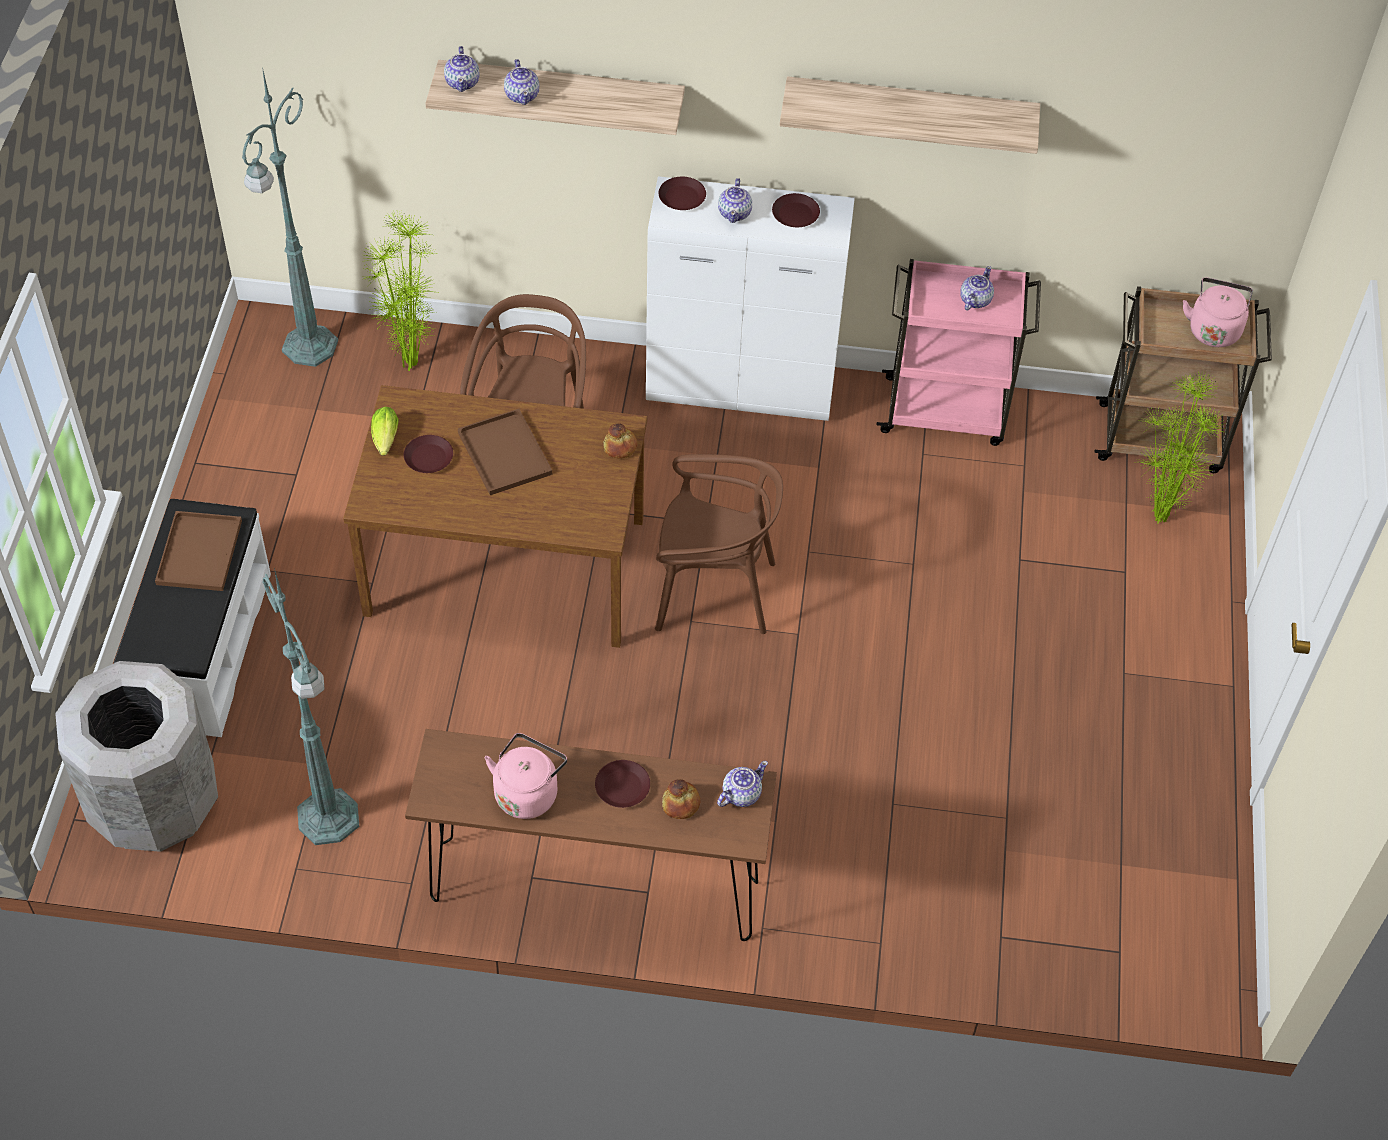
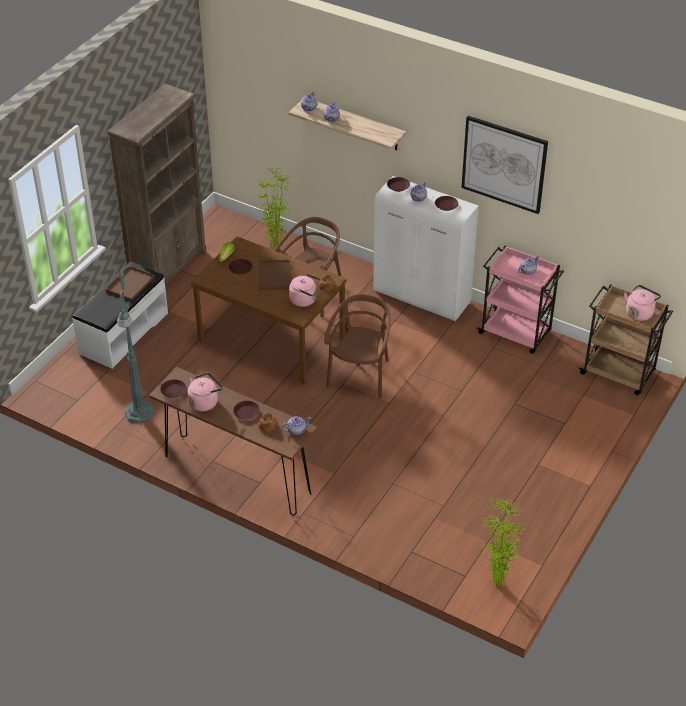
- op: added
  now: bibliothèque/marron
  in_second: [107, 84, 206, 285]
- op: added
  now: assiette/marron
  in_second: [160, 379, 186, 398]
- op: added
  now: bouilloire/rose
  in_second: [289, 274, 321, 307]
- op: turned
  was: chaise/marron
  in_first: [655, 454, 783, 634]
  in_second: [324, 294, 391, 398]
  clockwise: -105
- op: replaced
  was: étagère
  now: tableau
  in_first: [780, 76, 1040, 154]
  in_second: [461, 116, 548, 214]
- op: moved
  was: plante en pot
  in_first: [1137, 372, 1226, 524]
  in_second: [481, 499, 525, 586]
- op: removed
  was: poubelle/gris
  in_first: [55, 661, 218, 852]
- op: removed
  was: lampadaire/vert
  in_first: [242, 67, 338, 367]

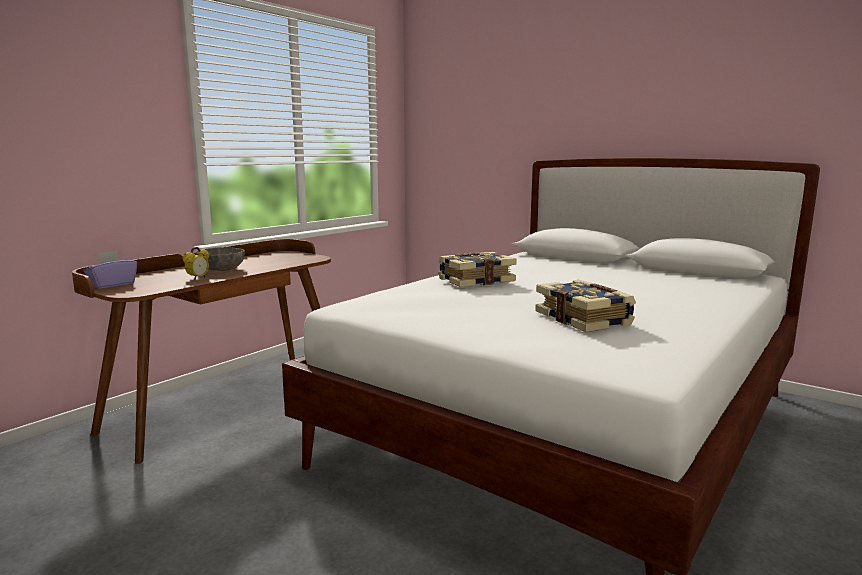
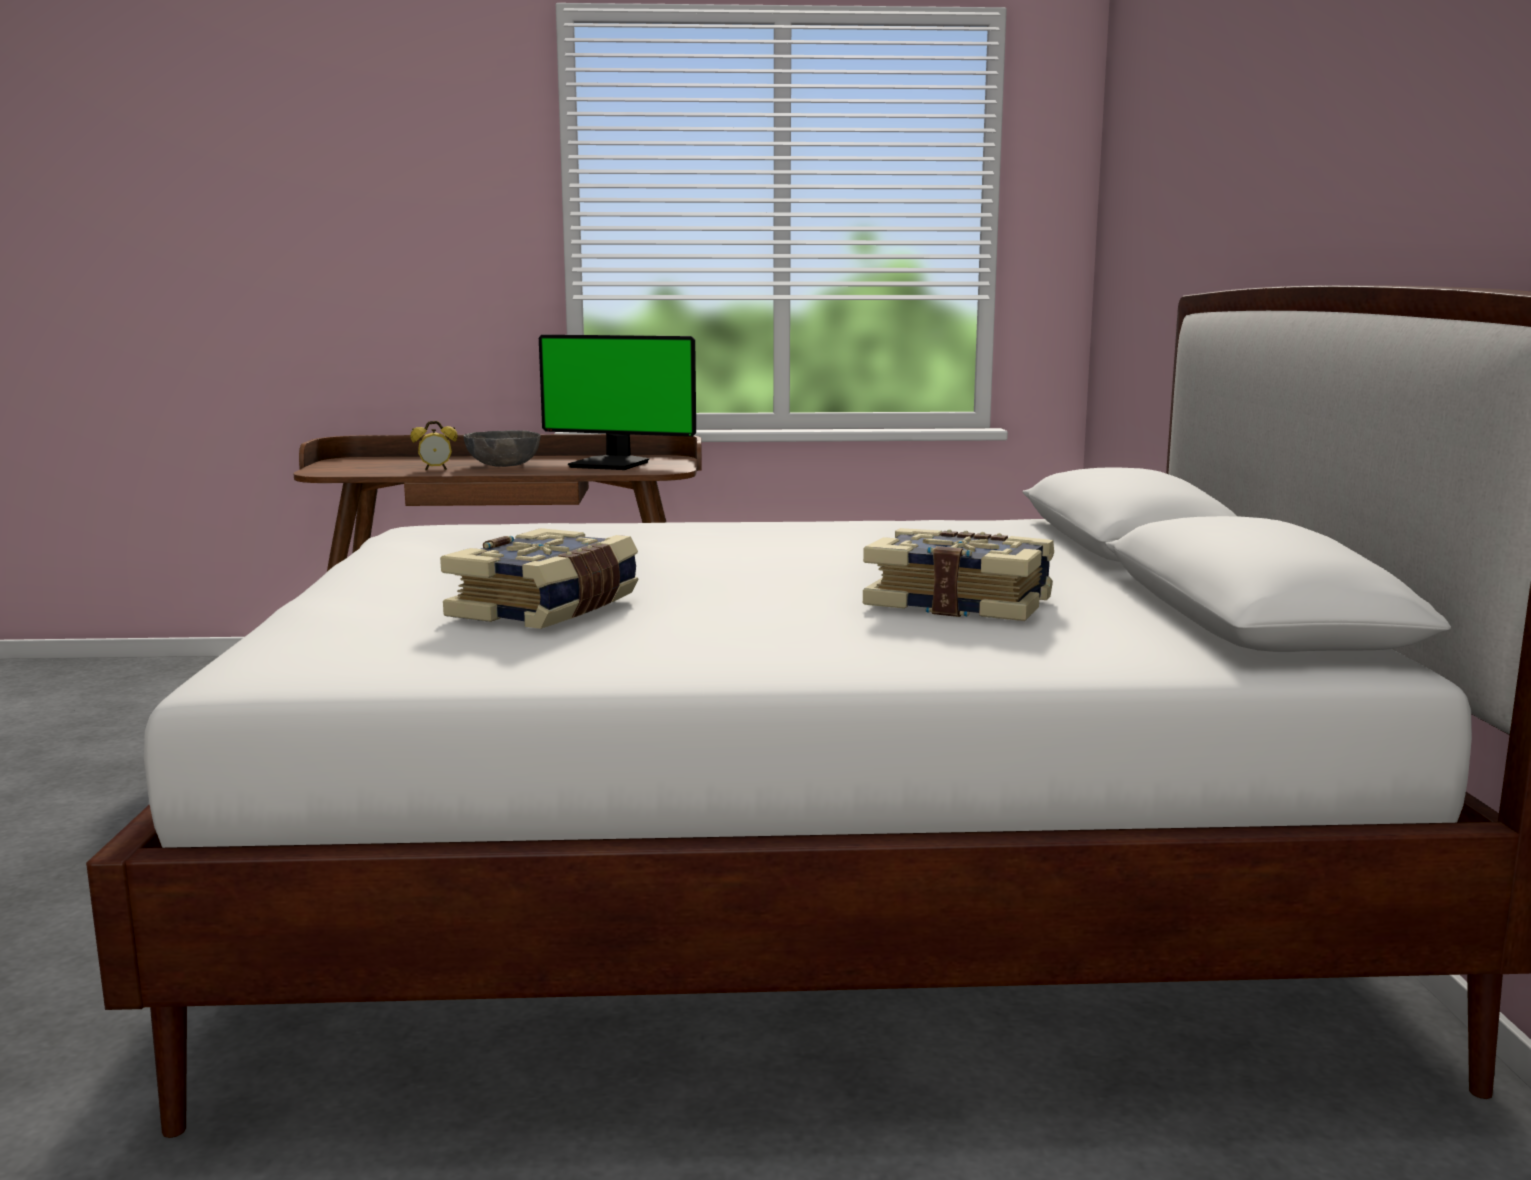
- op: added
  now: écran d'ordinateur
  in_second: [539, 335, 696, 470]
- op: moved
  was: livre
  in_first: [438, 252, 517, 287]
  in_second: [863, 528, 1054, 621]
- op: removed
  was: boîte à mouchoirs/violet
  in_first: [84, 251, 137, 289]

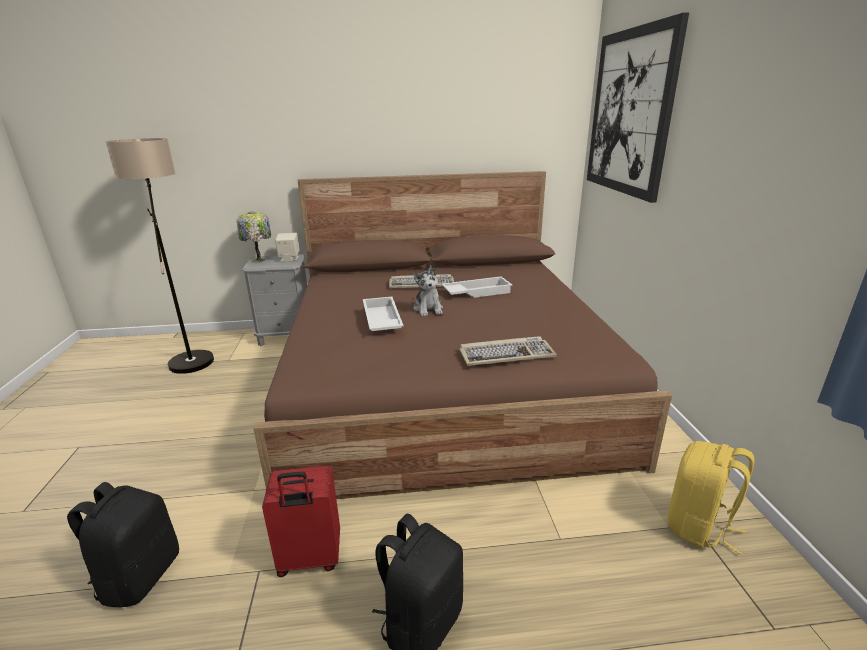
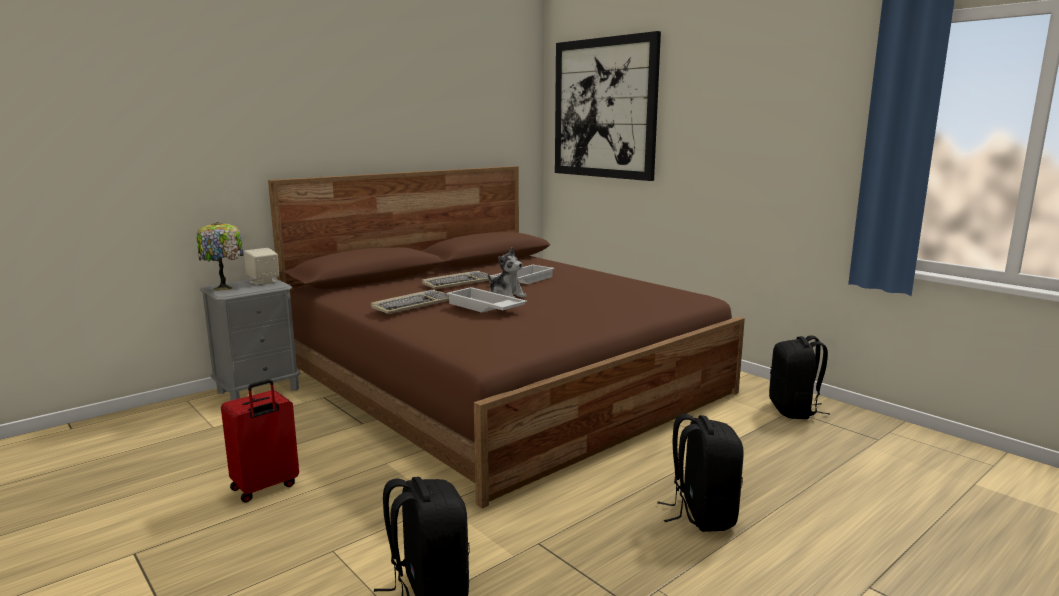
- op: moved
  was: valise/rouge
  in_first: [262, 466, 340, 577]
  in_second: [221, 379, 299, 503]
- op: moved
  was: clavier
  in_first: [460, 336, 557, 366]
  in_second: [371, 290, 449, 314]
- op: recoloured
  was: sac à dos/jaune
  now: sac à dos/noir
  in_first: [668, 441, 755, 555]
  in_second: [769, 335, 830, 419]
- op: removed
  was: lampadaire
  in_first: [105, 138, 214, 374]

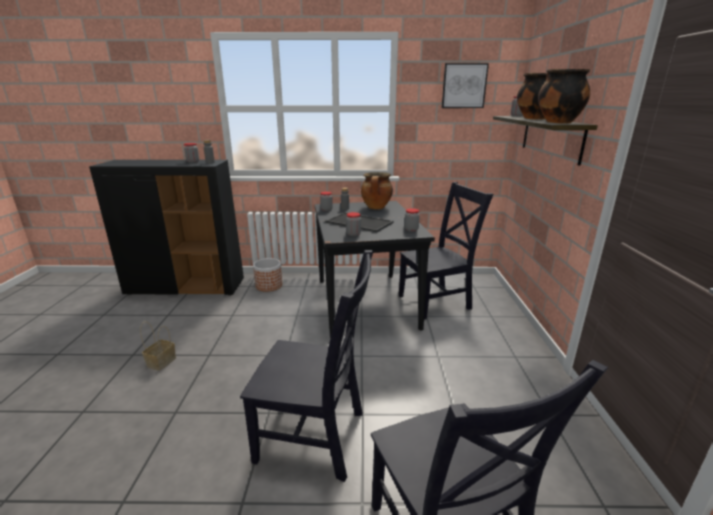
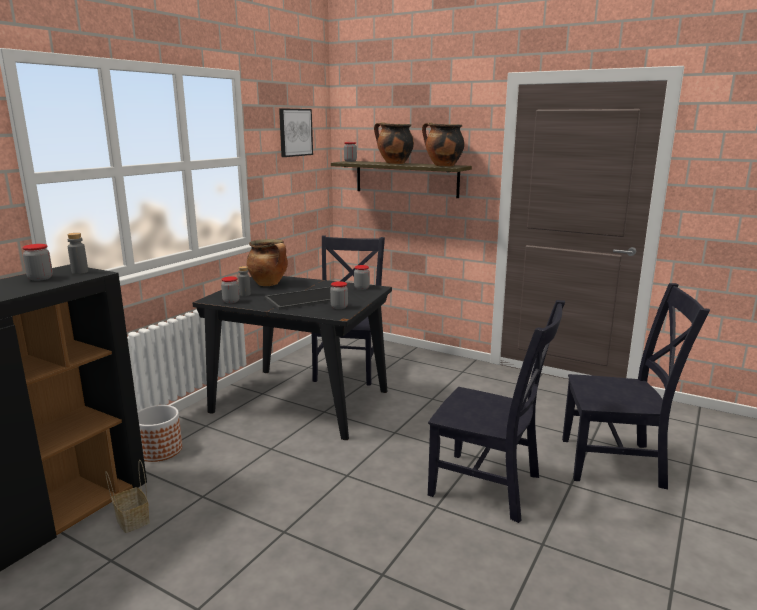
- op: moved
  was: panier
  in_first: [140, 321, 176, 371]
  in_second: [106, 460, 150, 533]
- op: turned
  was: chaise/noir
  in_first: [240, 250, 373, 482]
  in_second: [428, 300, 565, 523]
  clockwise: 75

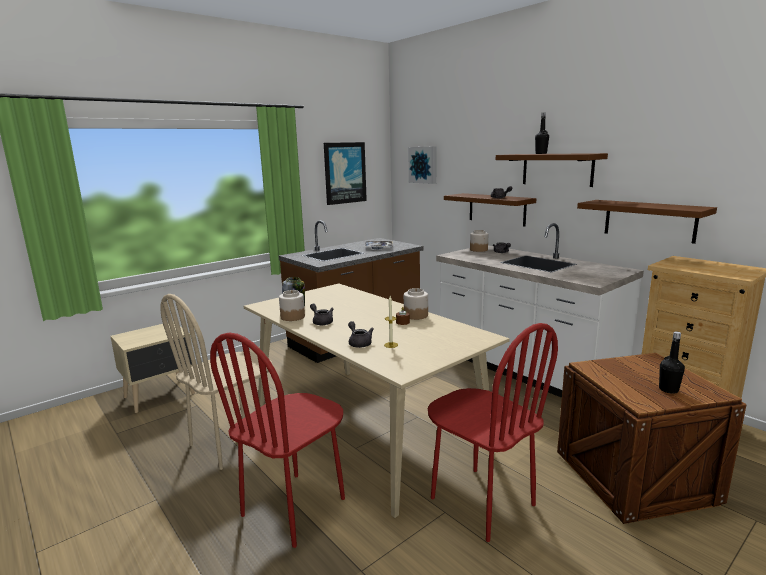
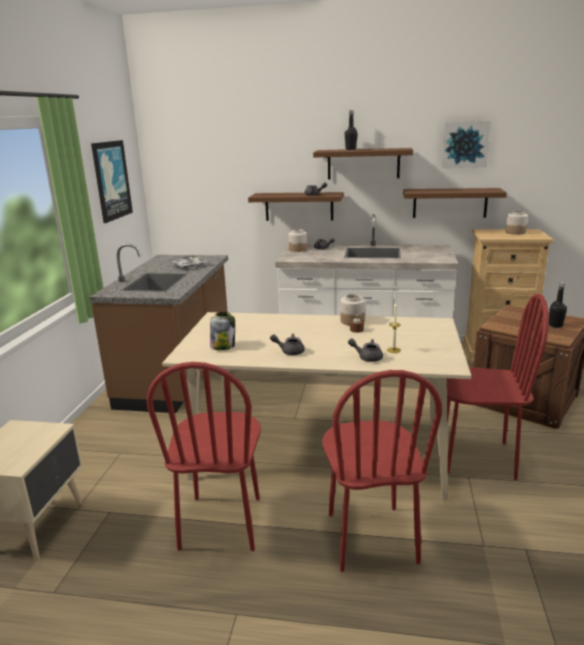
- op: recoloured
  was: chaise/beige
  now: chaise/rouge
  in_first: [160, 294, 272, 470]
  in_second: [147, 362, 261, 551]
- op: moved
  was: tableau
  in_first: [408, 146, 437, 184]
  in_second: [441, 121, 491, 168]
- op: moved
  was: bocal
  in_first: [279, 290, 305, 321]
  in_second: [506, 211, 528, 235]

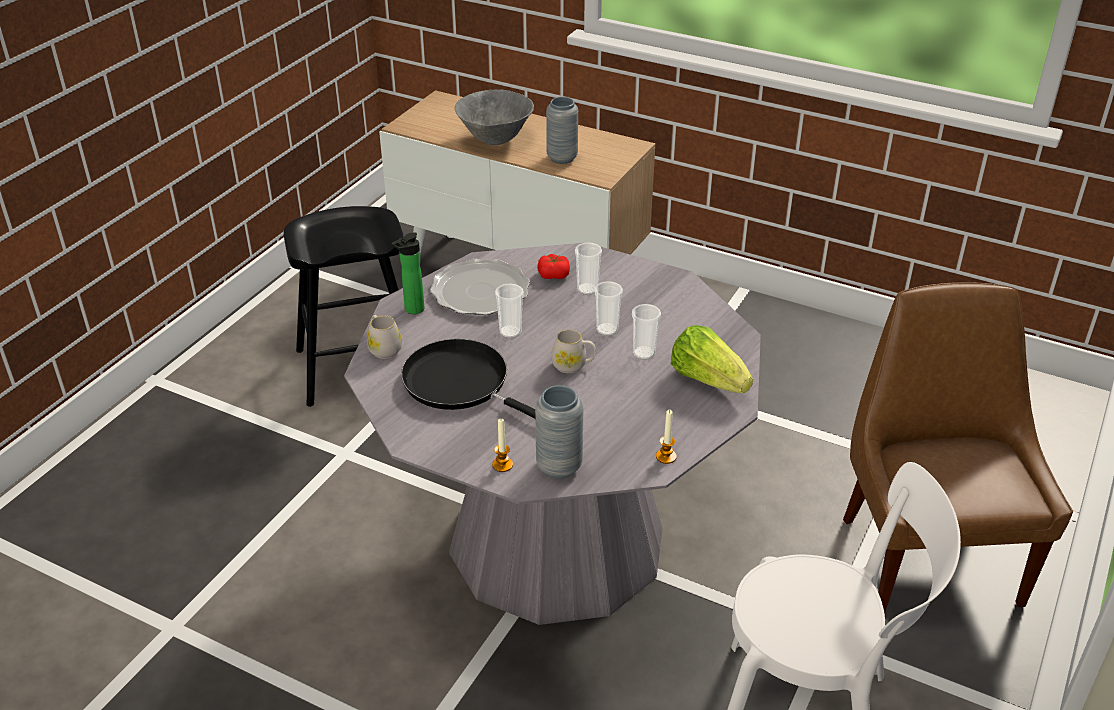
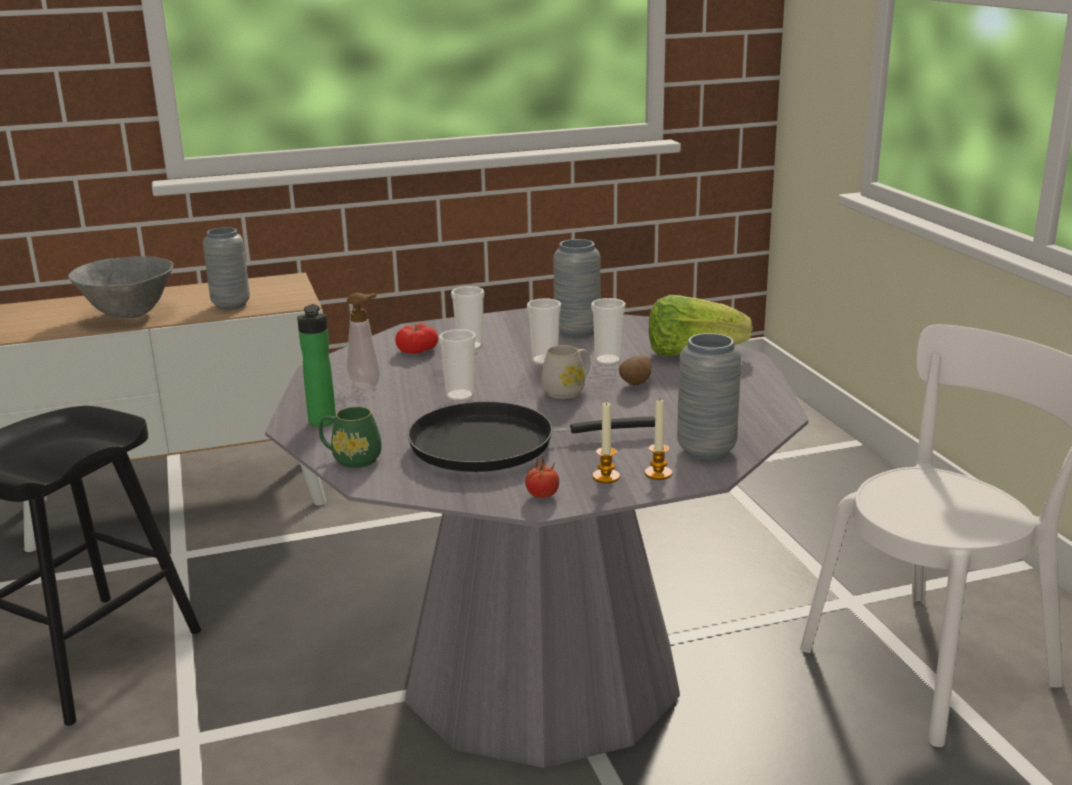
- op: recoloured
  was: mug/blanc
  now: mug/vert
  in_first: [367, 315, 402, 359]
  in_second: [319, 407, 381, 468]
- op: replaced
  was: assiette
  now: distributeur de savon
  in_first: [430, 259, 530, 315]
  in_second: [346, 293, 380, 389]
- op: added
  now: tomate
  in_second: [525, 457, 559, 498]
- op: added
  now: vase/gris
  in_second: [553, 239, 601, 337]
- op: moved
  was: bougie
  in_first: [656, 410, 677, 464]
  in_second: [592, 401, 620, 483]
- op: added
  now: pomme de terre
  in_second: [619, 355, 652, 386]
- op: removed
  was: chaise/marron
  in_first: [843, 282, 1073, 613]

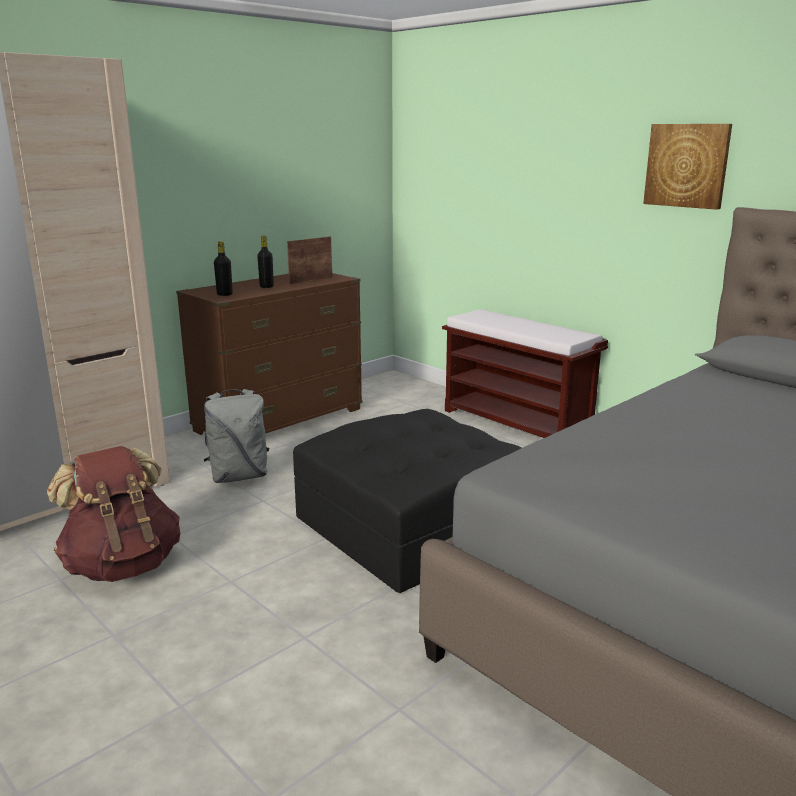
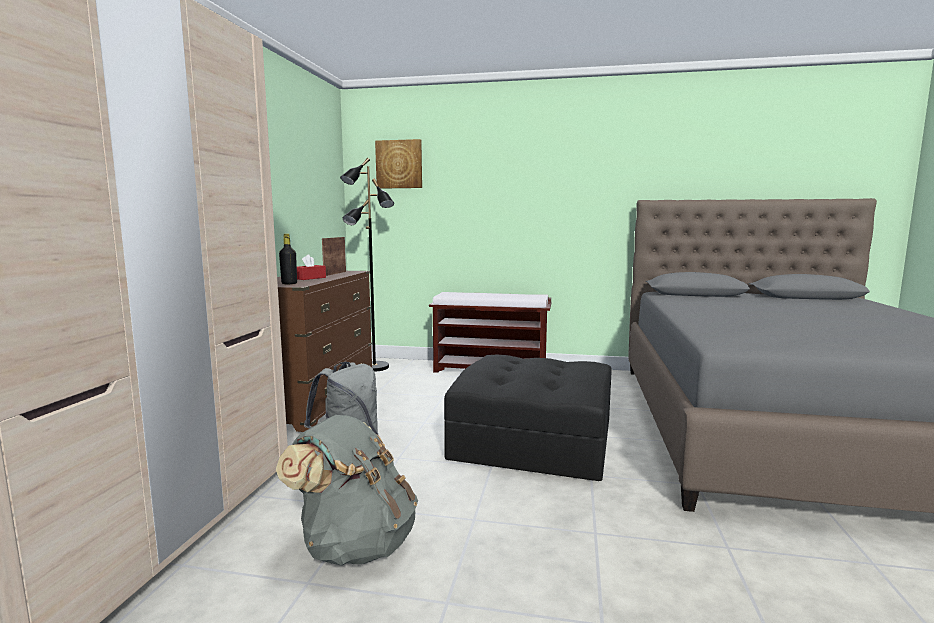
- op: recoloured
  was: sac à dos/marron
  now: sac à dos/gris
  in_first: [47, 446, 180, 582]
  in_second: [276, 415, 418, 566]
- op: replaced
  was: bouteille/noir
  now: boîte à mouchoirs/rouge
  in_first: [257, 236, 274, 288]
  in_second: [297, 254, 326, 280]
- op: added
  now: lampadaire/noir
  in_second: [341, 158, 394, 372]
- op: moved
  was: tableau
  in_first: [643, 124, 732, 210]
  in_second: [375, 139, 422, 189]

